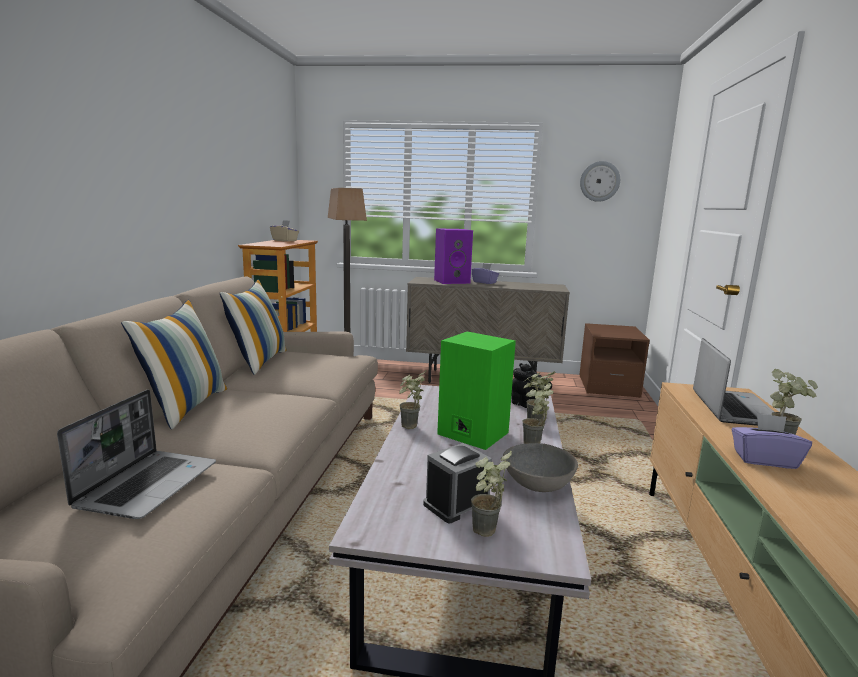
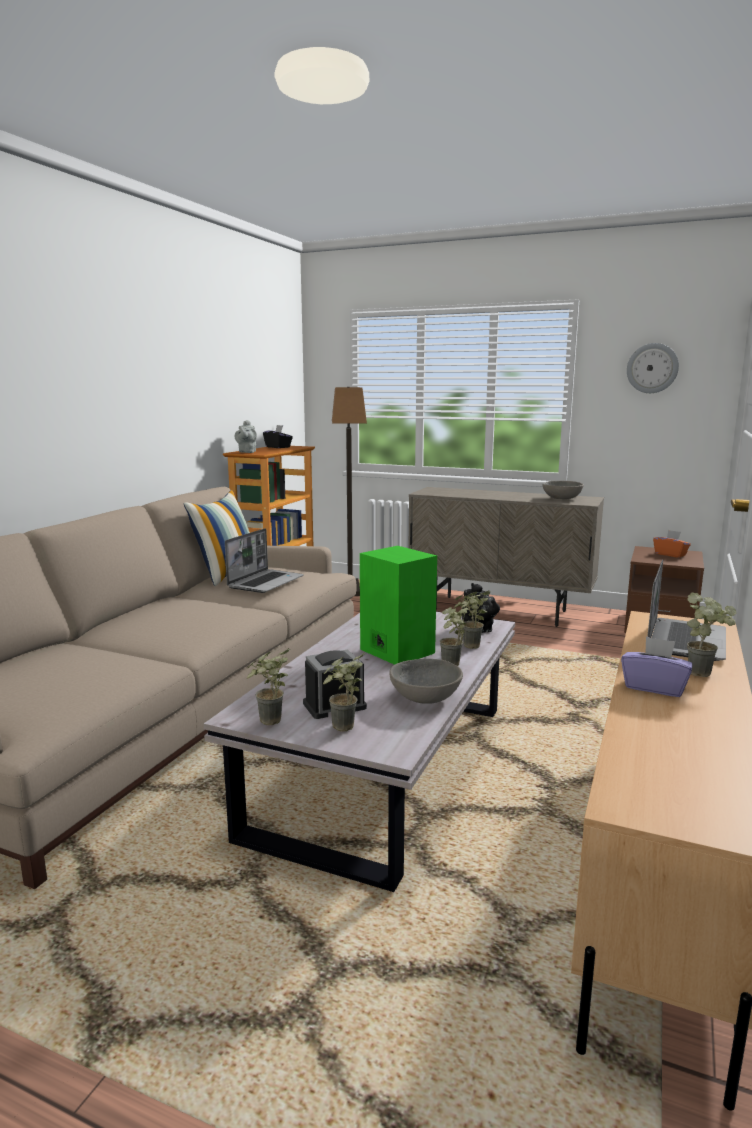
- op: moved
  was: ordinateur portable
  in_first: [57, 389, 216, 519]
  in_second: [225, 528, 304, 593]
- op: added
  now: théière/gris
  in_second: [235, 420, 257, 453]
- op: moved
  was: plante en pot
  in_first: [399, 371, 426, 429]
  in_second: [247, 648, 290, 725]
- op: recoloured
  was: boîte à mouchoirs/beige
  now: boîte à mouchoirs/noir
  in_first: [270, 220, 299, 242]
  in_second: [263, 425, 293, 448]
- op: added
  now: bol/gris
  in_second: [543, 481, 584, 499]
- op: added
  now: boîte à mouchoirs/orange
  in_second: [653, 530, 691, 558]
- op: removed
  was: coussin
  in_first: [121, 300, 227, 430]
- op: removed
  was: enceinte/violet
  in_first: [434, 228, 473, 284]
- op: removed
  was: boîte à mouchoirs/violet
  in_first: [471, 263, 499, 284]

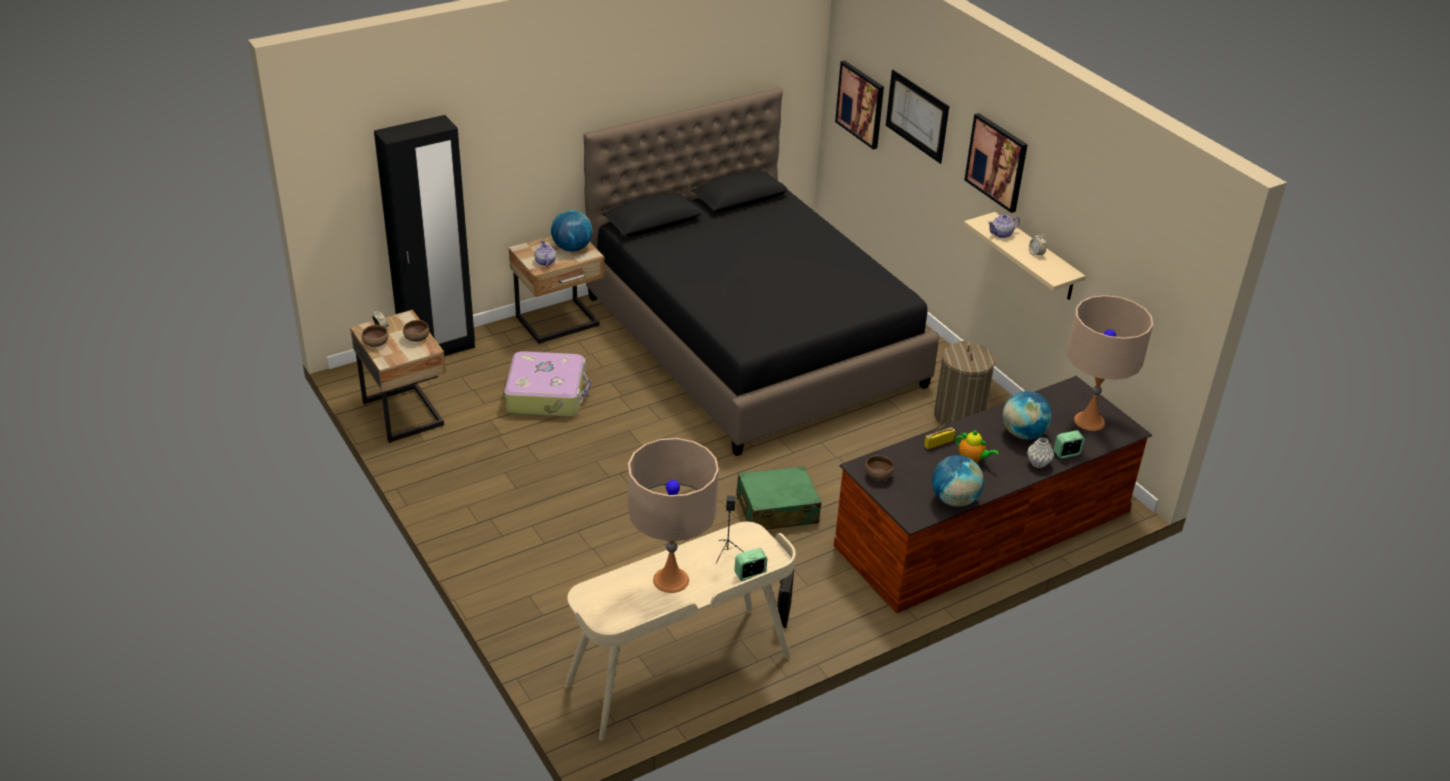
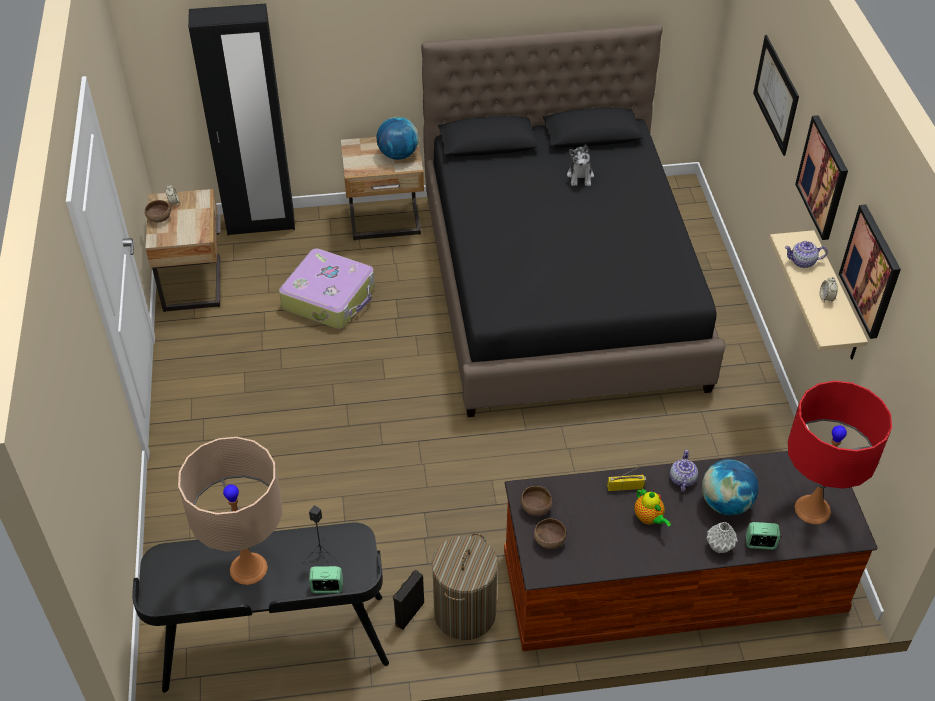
- op: recoloured
  was: bureau/beige
  now: bureau/noir
  in_first: [564, 522, 796, 740]
  in_second: [132, 522, 389, 693]
- op: moved
  was: panier à linge
  in_first: [934, 341, 995, 426]
  in_second: [432, 533, 498, 640]
- op: moved
  was: bol/marron
  in_first: [403, 320, 429, 342]
  in_second: [534, 518, 567, 549]
- op: added
  now: peluche
  in_second: [567, 145, 594, 186]
- op: moved
  was: théière
  in_first: [535, 240, 556, 266]
  in_second: [670, 449, 698, 492]
- op: recoloured
  was: lampe de table/beige
  now: lampe de table/rouge
  in_first: [1067, 295, 1153, 431]
  in_second: [788, 381, 892, 524]
- op: moved
  was: tableau
  in_first: [835, 60, 884, 150]
  in_second: [839, 204, 901, 339]
- op: removed
  was: valise/vert
  in_first: [736, 466, 821, 530]
- op: removed
  was: globe
  in_first: [932, 455, 984, 507]

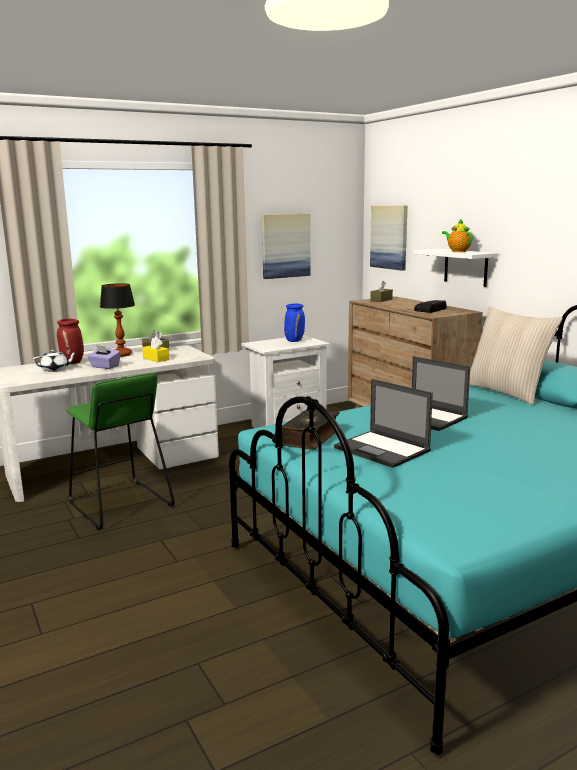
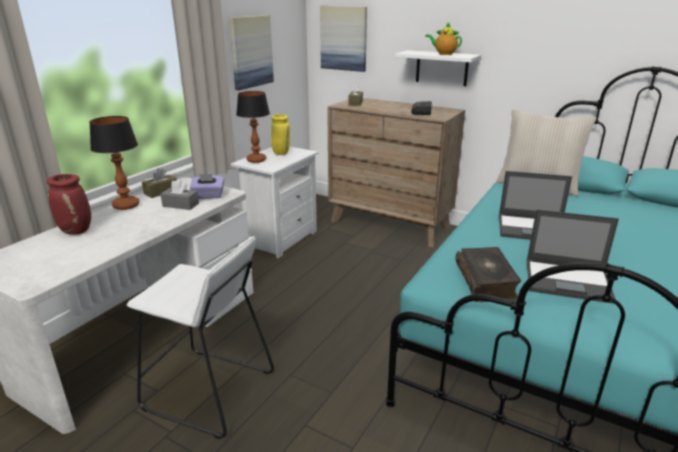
- op: recoloured
  was: tabouret/vert
  now: tabouret/blanc
  in_first: [66, 373, 175, 530]
  in_second: [126, 236, 274, 439]
- op: recoloured
  was: boîte à mouchoirs/jaune
  now: boîte à mouchoirs/gris
  in_first: [142, 337, 169, 362]
  in_second: [160, 179, 199, 210]
- op: moved
  was: boîte à mouchoirs/violet
  in_first: [87, 345, 121, 369]
  in_second: [190, 174, 224, 199]
- op: added
  now: lampe de table
  in_second: [236, 91, 270, 163]
- op: recoloured
  was: vase/bleu
  now: vase/jaune
  in_first: [284, 303, 305, 342]
  in_second: [271, 114, 290, 155]
- op: removed
  was: théière/blanc
  in_first: [33, 349, 77, 372]

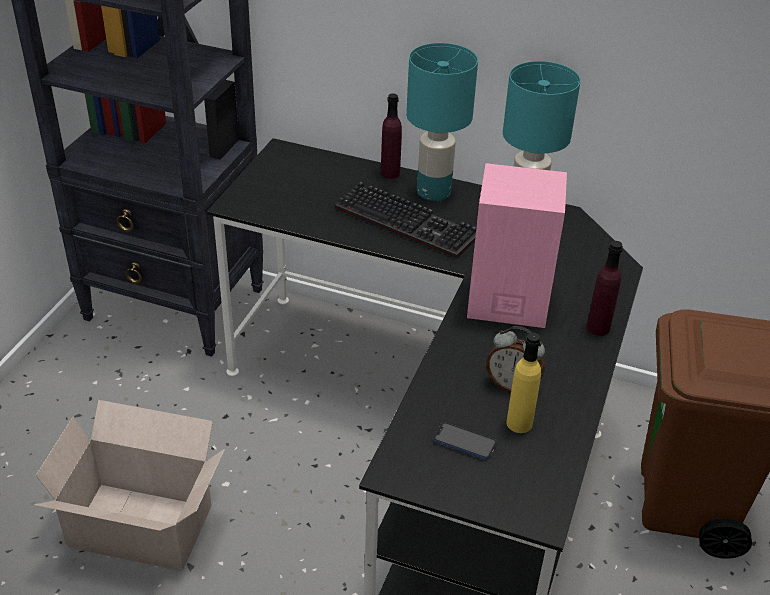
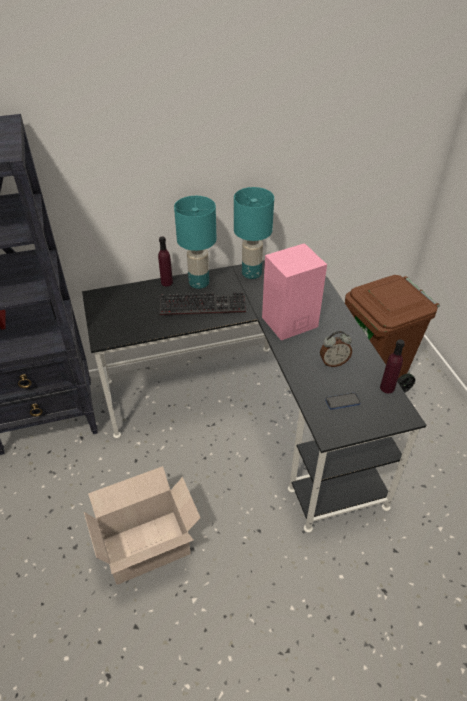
- op: moved
  was: bouteille/violet
  in_first: [587, 241, 623, 336]
  in_second: [380, 339, 405, 393]
- op: removed
  was: bouteille/jaune
  in_first: [506, 332, 541, 433]

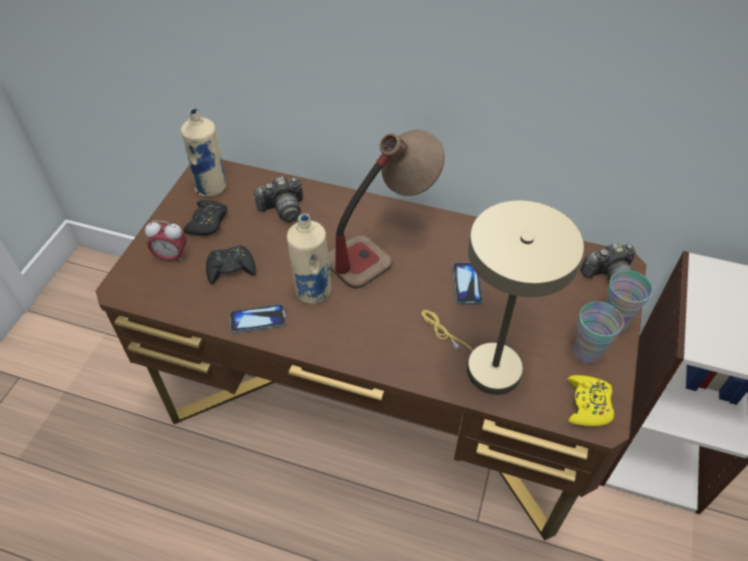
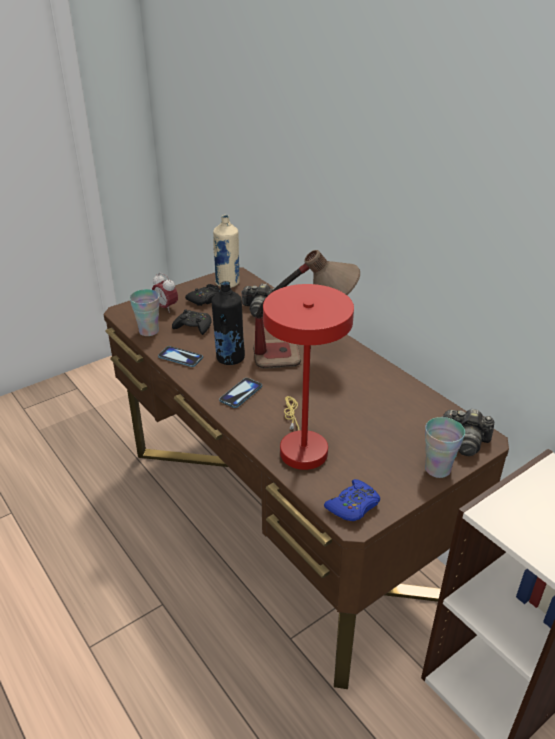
- op: moved
  was: tasse
  in_first: [573, 302, 624, 363]
  in_second: [130, 289, 160, 336]
- op: recoloured
  was: bouteille/beige
  now: bouteille/noir
  in_first: [287, 214, 331, 304]
  in_second: [212, 281, 245, 365]
- op: moved
  was: téléphone
  in_first: [453, 262, 483, 304]
  in_second: [219, 378, 262, 408]
- op: recoloured
  was: lampe de table/beige
  now: lampe de table/rouge
  in_first: [421, 200, 584, 395]
  in_second: [263, 284, 354, 470]
- op: recoloured
  was: manette/jaune
  now: manette/bleu
  in_first: [567, 375, 614, 426]
  in_second: [324, 479, 380, 521]

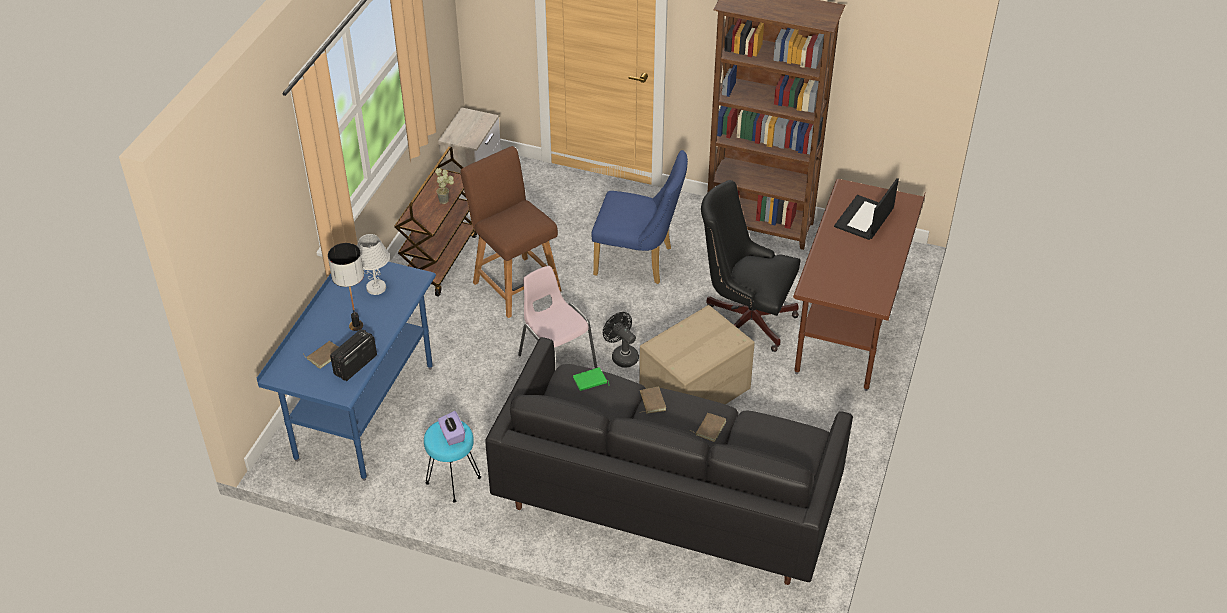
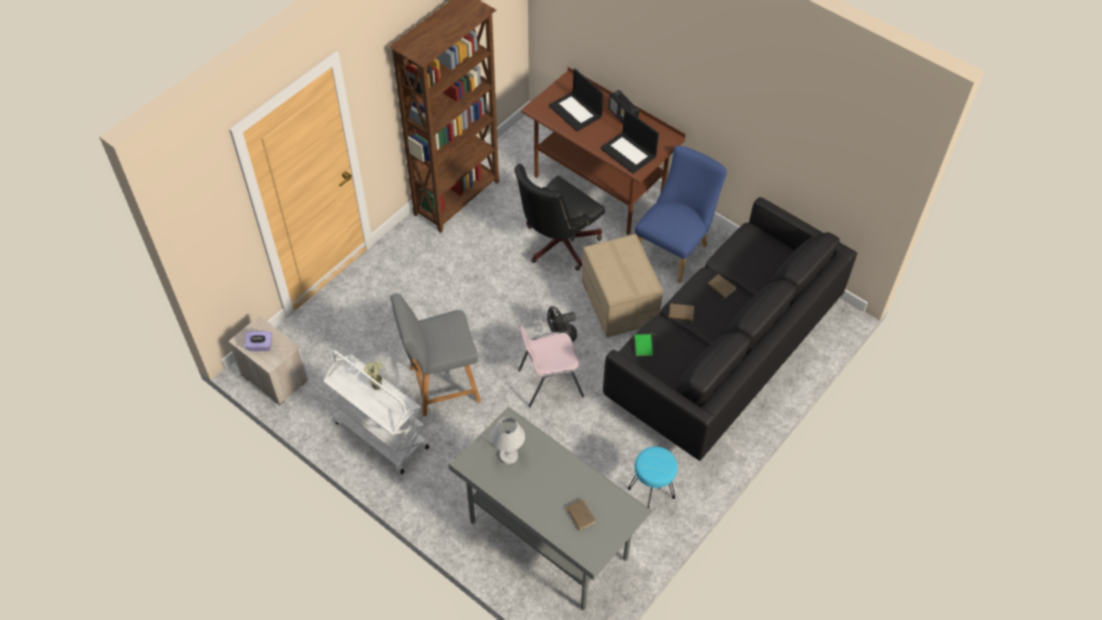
- op: moved
  was: boîte à mouchoirs/violet
  in_first: [438, 411, 465, 445]
  in_second: [245, 331, 272, 351]
- op: recoloured
  was: chariot/marron
  now: chariot/blanc
  in_first: [394, 146, 477, 297]
  in_second: [323, 350, 429, 474]
- op: recoloured
  was: chaise/marron
  now: chaise/gris
  in_first: [460, 146, 562, 318]
  in_second: [390, 294, 481, 417]
- op: recoloured
  was: bureau/bleu
  now: bureau/gris
  in_first: [257, 262, 436, 481]
  in_second: [448, 407, 652, 610]
- op: added
  now: ordinateur portable
  in_second: [600, 109, 659, 174]
- op: moved
  was: radio
  in_first: [330, 329, 377, 381]
  in_second: [609, 90, 639, 123]
- op: moved
  was: chaise/bleu
  in_first: [591, 150, 688, 284]
  in_second: [635, 146, 727, 284]
- op: removed
  was: lampe de table
  in_first: [328, 243, 364, 331]

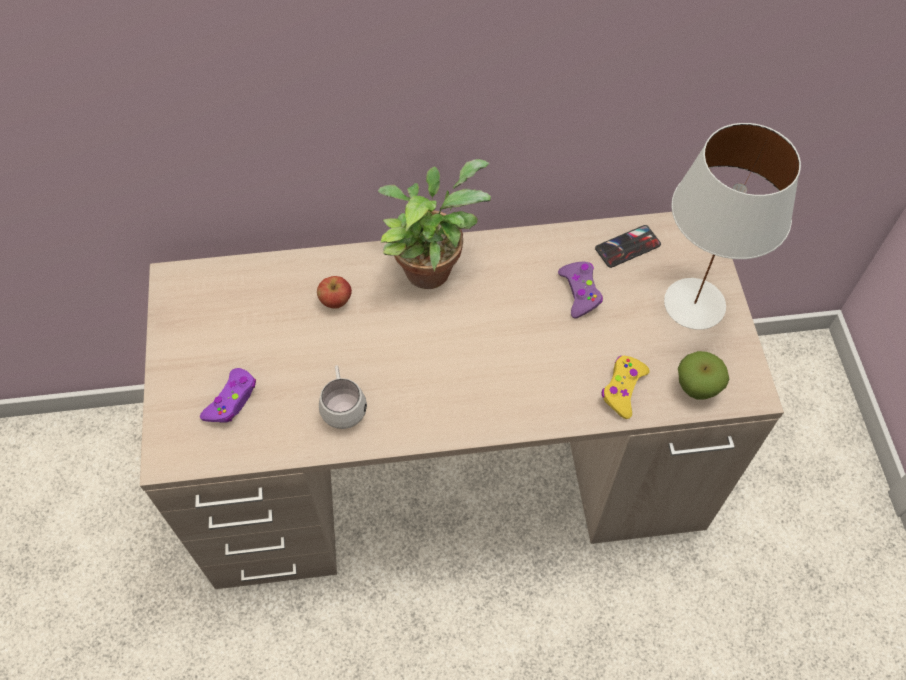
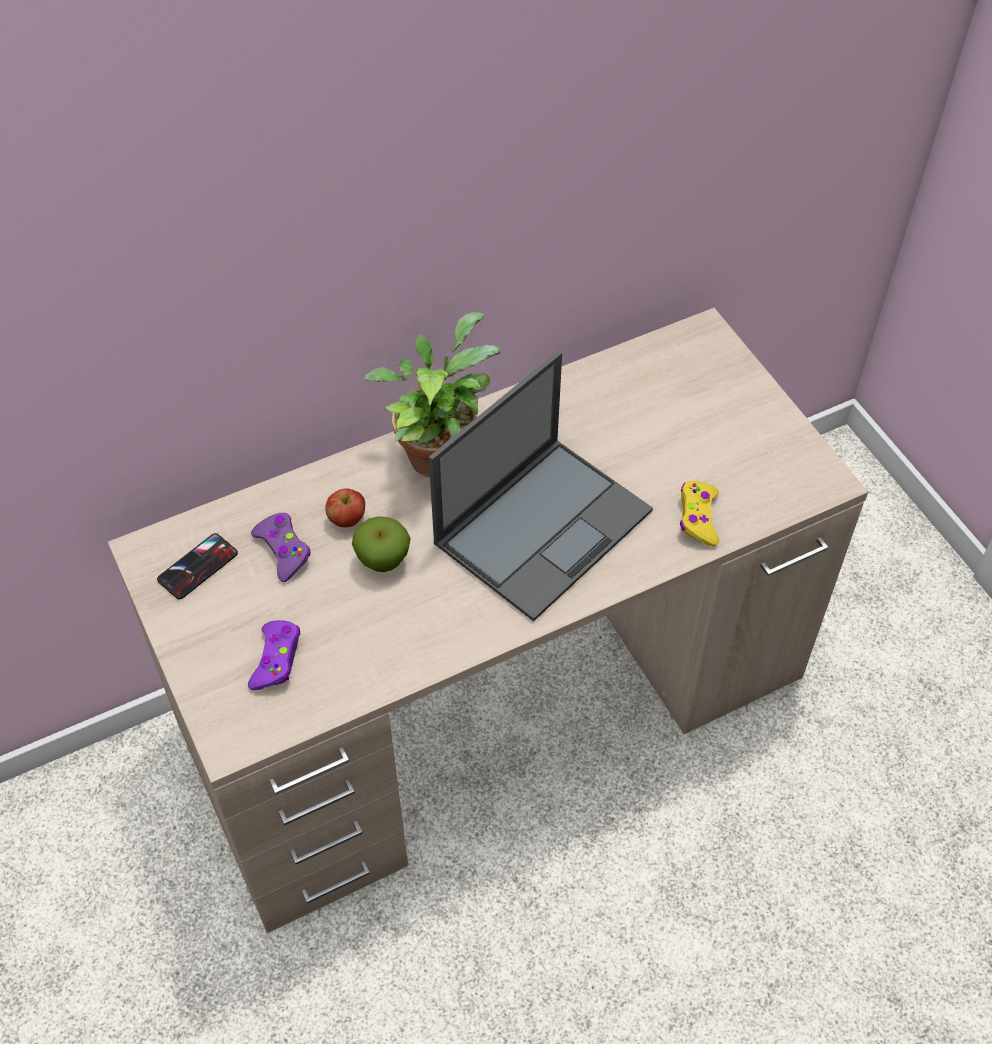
- op: moved
  was: téléphone
  in_first: [595, 225, 661, 268]
  in_second: [157, 533, 238, 599]
- op: moved
  was: manette/violet
  in_first: [558, 262, 603, 318]
  in_second: [251, 513, 310, 582]
- op: moved
  was: pomme
  in_first: [678, 351, 729, 400]
  in_second: [352, 516, 411, 572]
- op: added
  now: ordinateur portable
  in_second: [429, 351, 653, 622]
- op: removed
  was: mug/blanc
  in_first: [319, 365, 367, 429]
- op: removed
  was: lampe de table/blanc
  in_first: [664, 123, 801, 330]

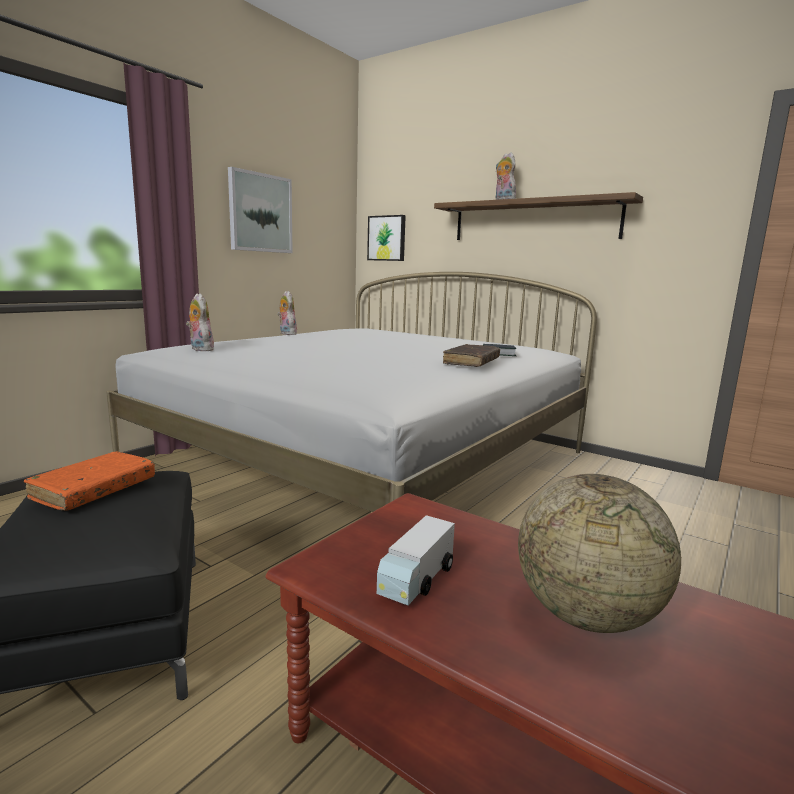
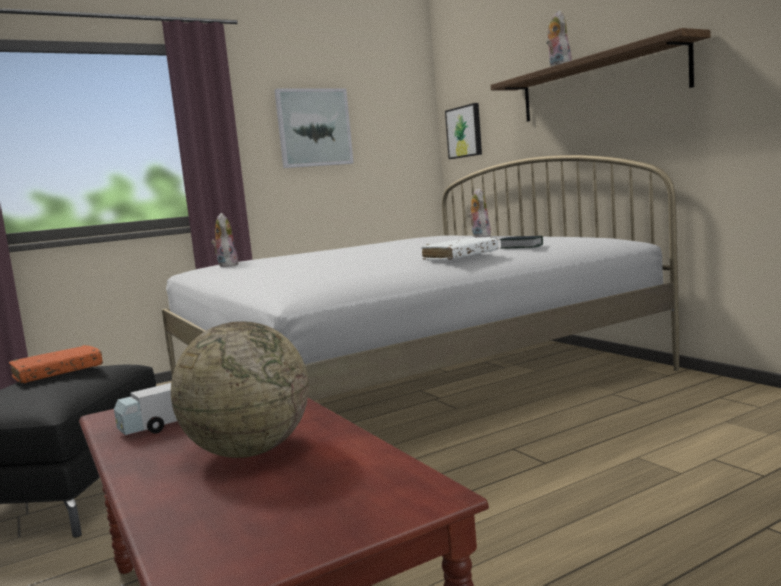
- op: recoloured
  was: livre/marron
  now: livre/blanc
  in_first: [443, 344, 500, 367]
  in_second: [421, 237, 498, 260]
- op: moved
  was: peluche
  in_first: [277, 291, 297, 335]
  in_second: [468, 189, 491, 237]

